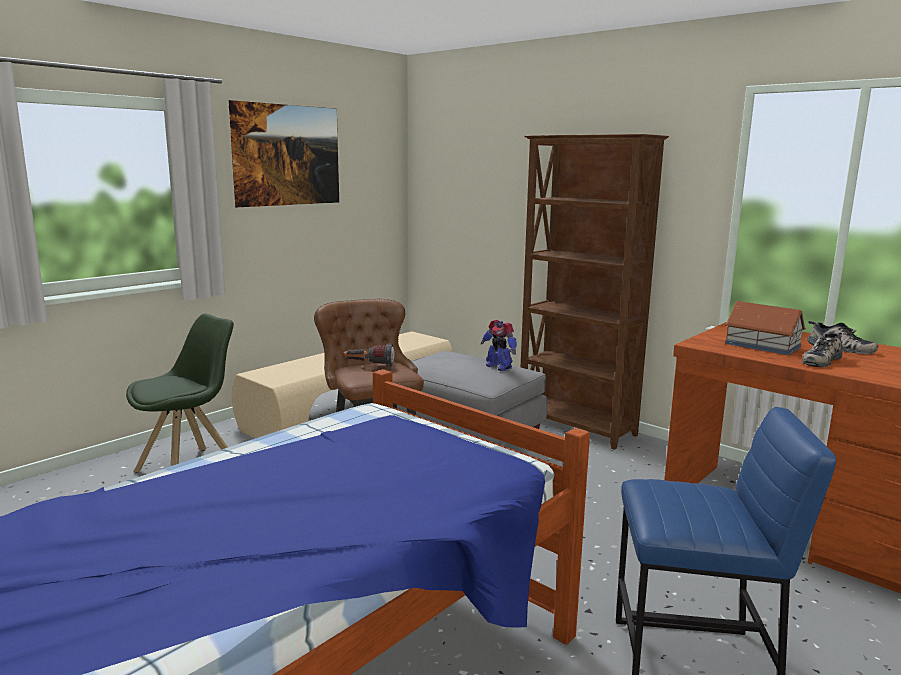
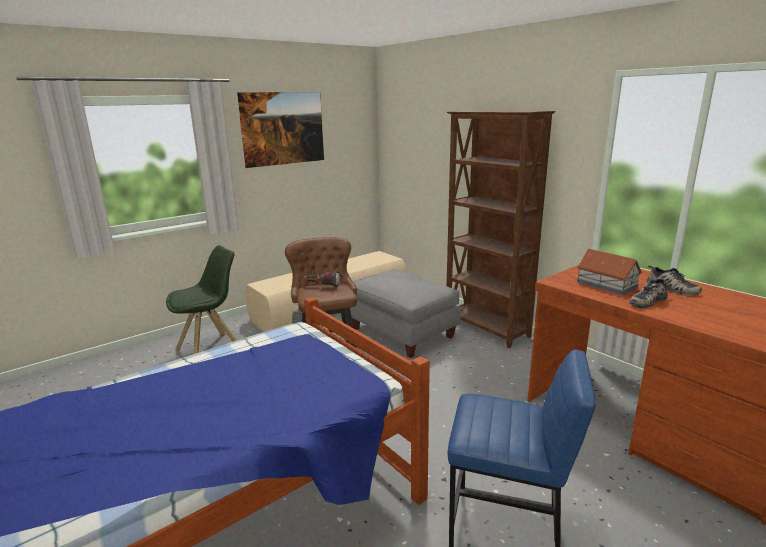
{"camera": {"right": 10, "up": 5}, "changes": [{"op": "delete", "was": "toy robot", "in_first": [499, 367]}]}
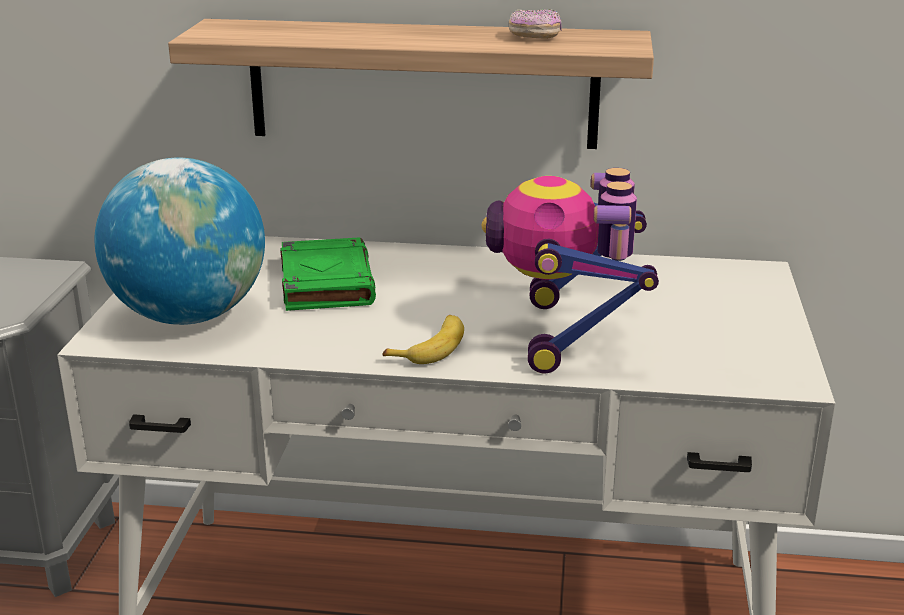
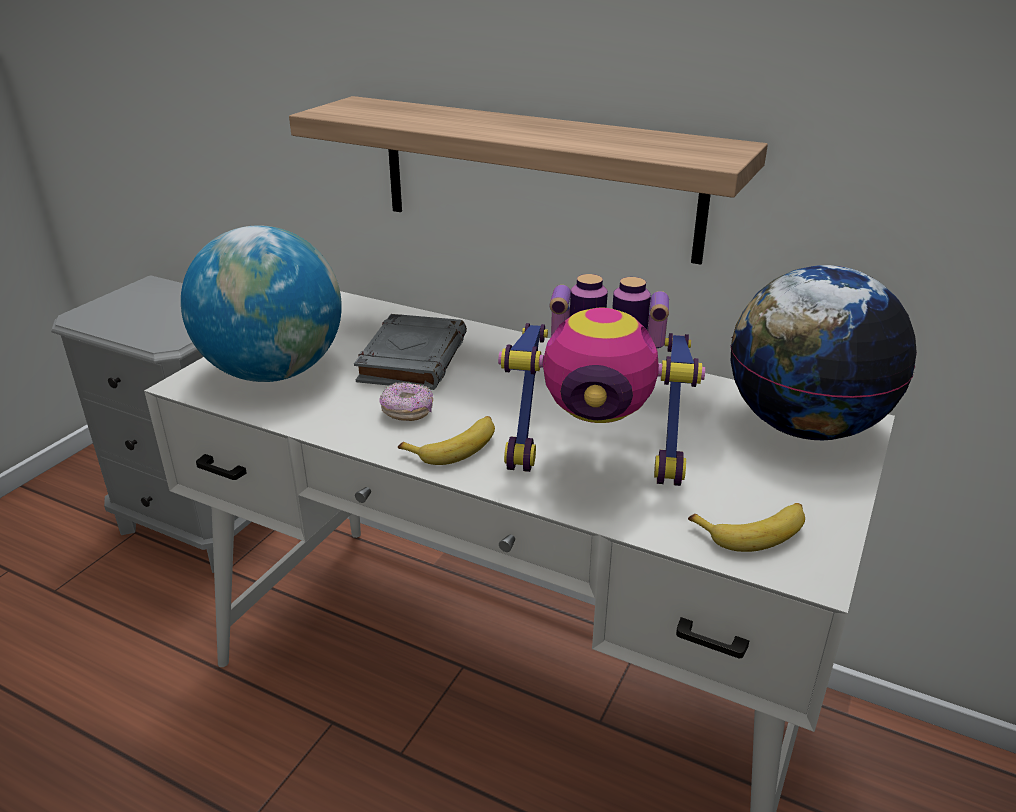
{"camera": {"right": 20, "up": 5}, "changes": [{"op": "recolor", "was": "volume/green-coloured", "now": "volume/greyish", "in_first": [326, 282], "in_second": [413, 359]}, {"op": "move", "was": "ring doughnut", "in_first": [534, 37], "in_second": [407, 412]}, {"op": "rotate", "was": "toy robot", "in_first": [567, 336], "in_second": [596, 460], "clockwise": -105}, {"op": "insert", "now": "whole banana", "in_second": [753, 531]}, {"op": "insert", "now": "desk globe", "in_second": [803, 426]}]}
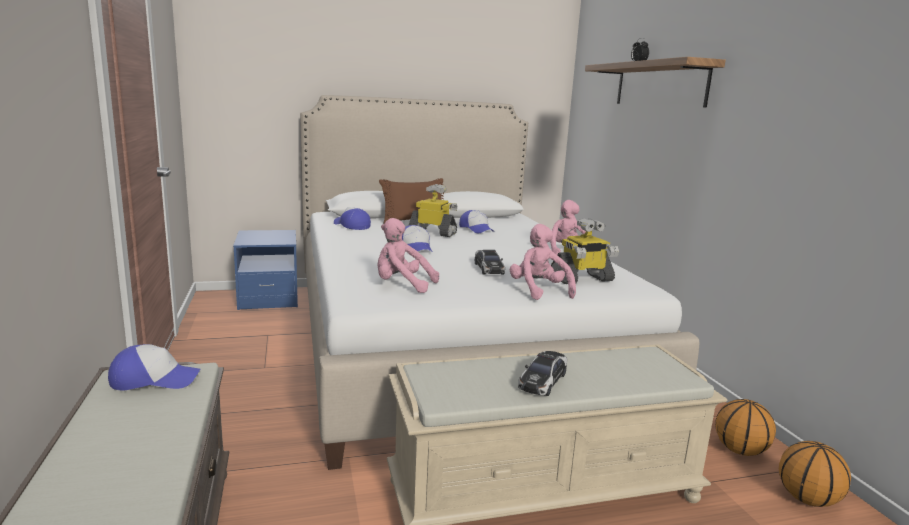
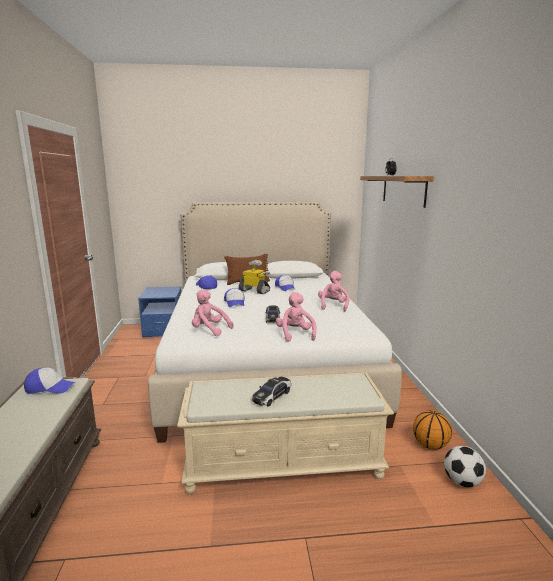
{"camera": {"right": 10, "up": 0}, "changes": [{"op": "replace", "was": "basketball", "now": "ball for football", "in_first": [807, 499], "in_second": [462, 482]}, {"op": "delete", "was": "toy robot", "in_first": [582, 279]}]}
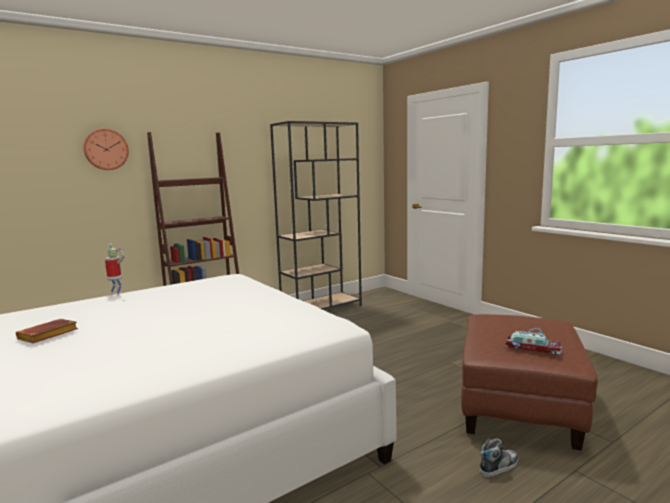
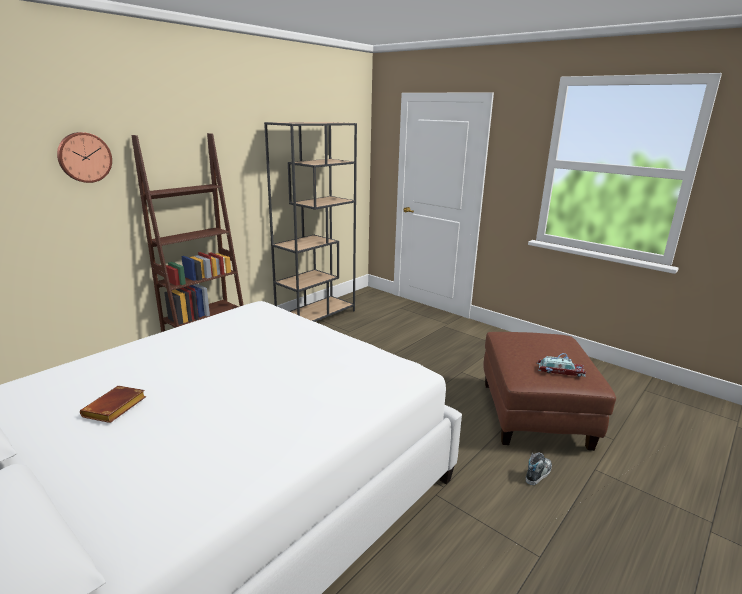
{"camera": {"right": -15, "up": 10}, "changes": [{"op": "delete", "was": "toy robot", "in_first": [117, 294]}]}
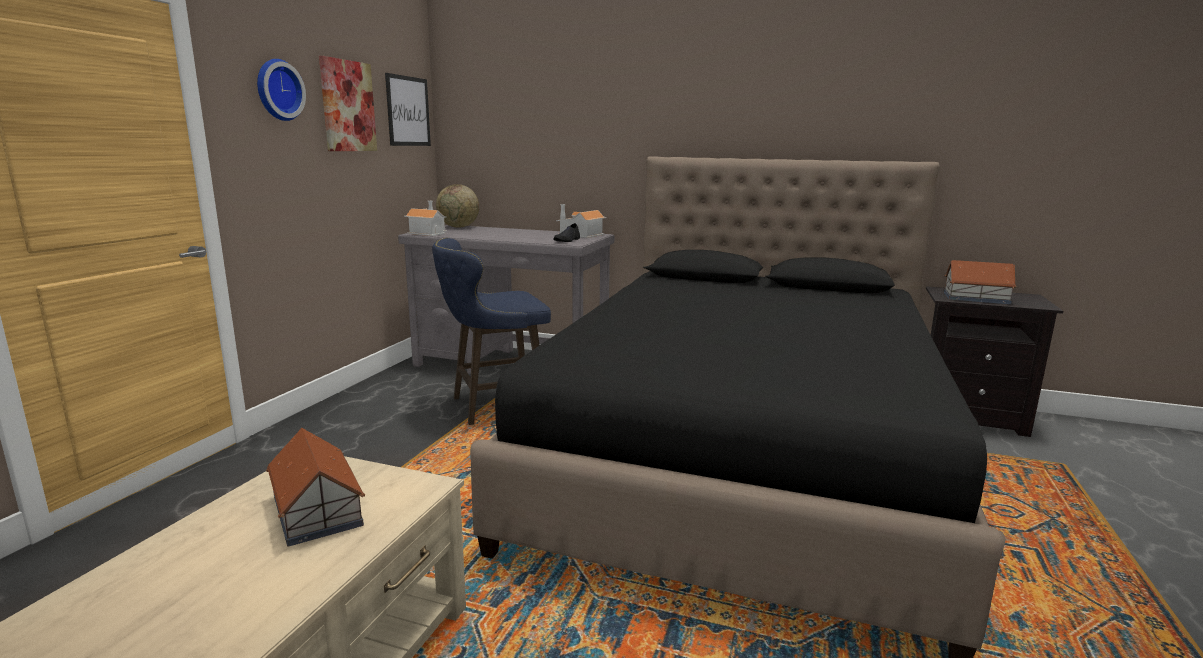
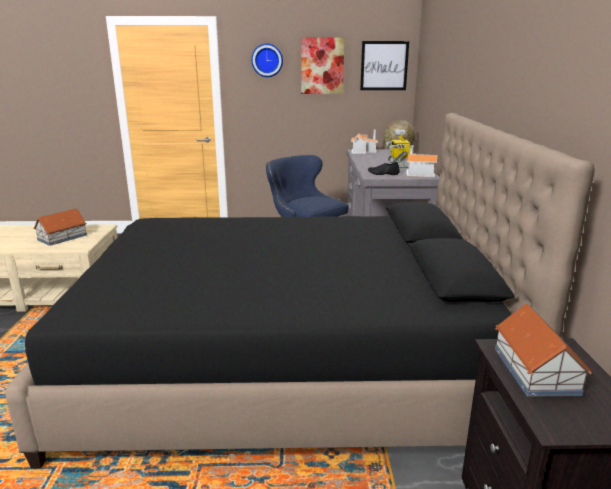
{"camera": {"right": 70, "up": 5}, "changes": [{"op": "insert", "now": "toy robot", "in_second": [399, 164]}]}
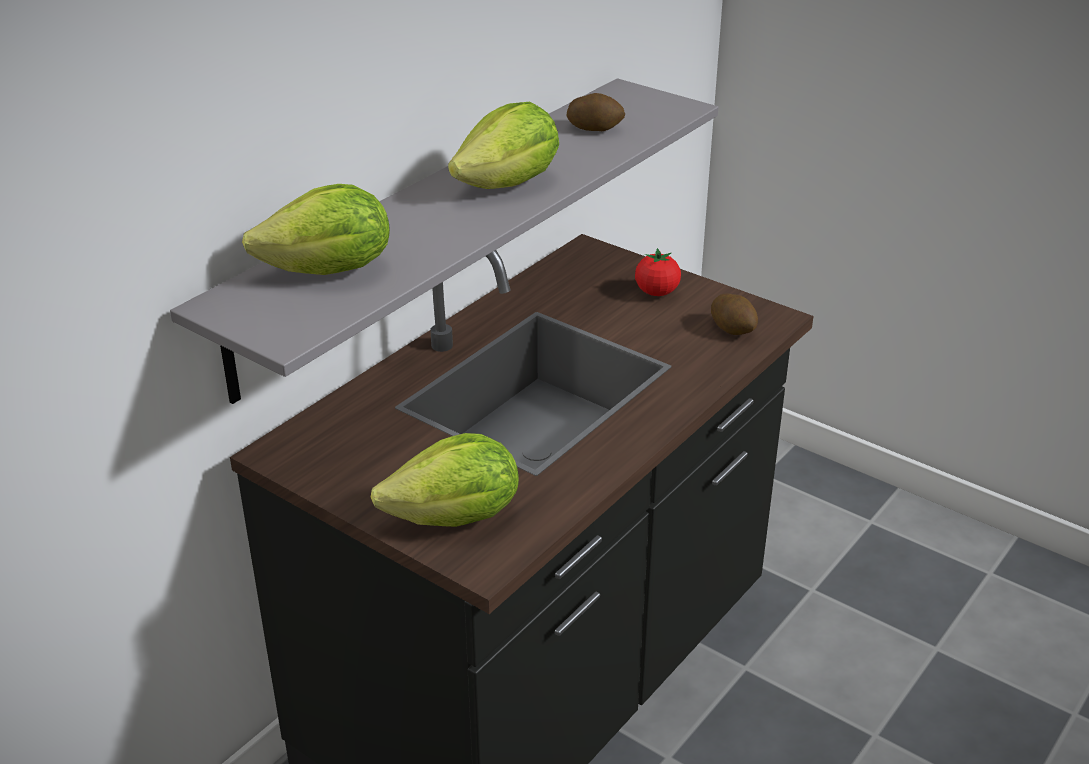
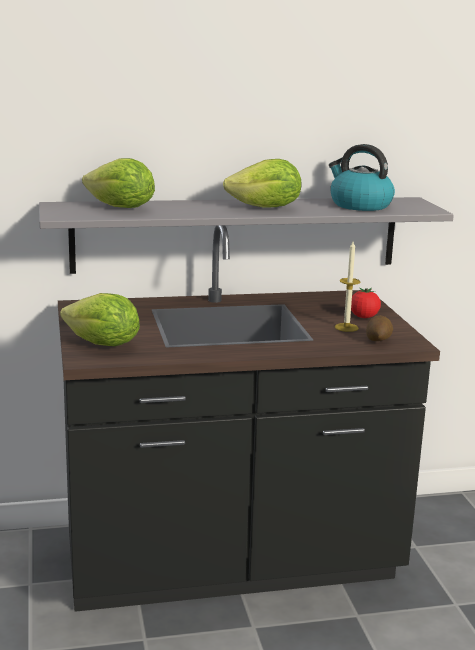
{"camera": {"right": 40, "up": -15}, "changes": [{"op": "replace", "was": "spud", "now": "water kettle", "in_first": [595, 128], "in_second": [359, 205]}, {"op": "insert", "now": "wax light", "in_second": [346, 327]}]}
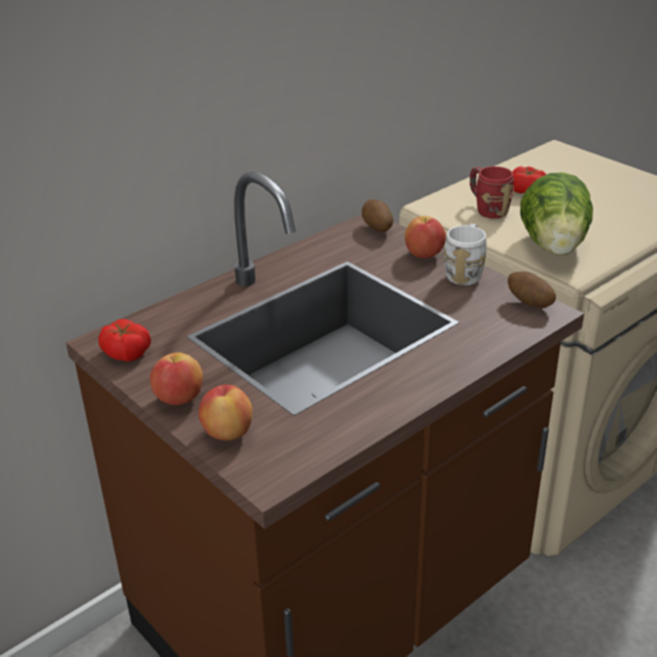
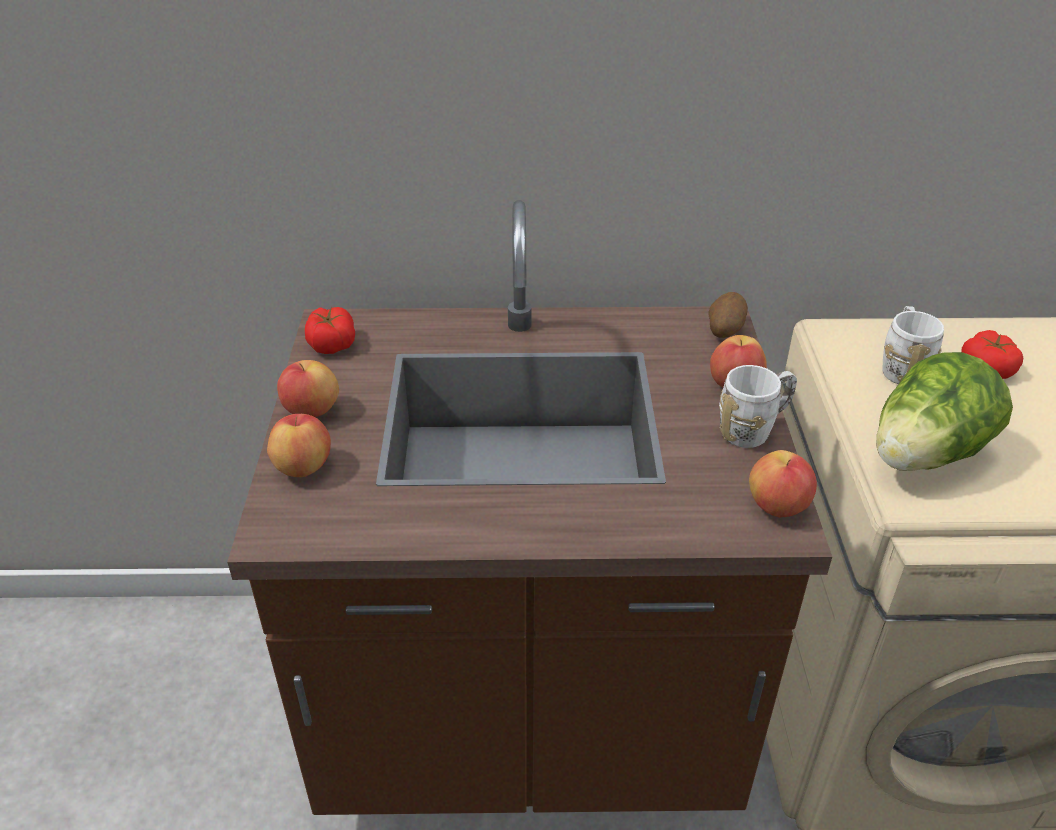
{"camera": {"right": 40, "up": 5}, "changes": [{"op": "replace", "was": "spud", "now": "whole apple", "in_first": [529, 303], "in_second": [777, 506]}, {"op": "recolor", "was": "mug/red-coloured", "now": "mug/whitish", "in_first": [487, 209], "in_second": [901, 367]}]}
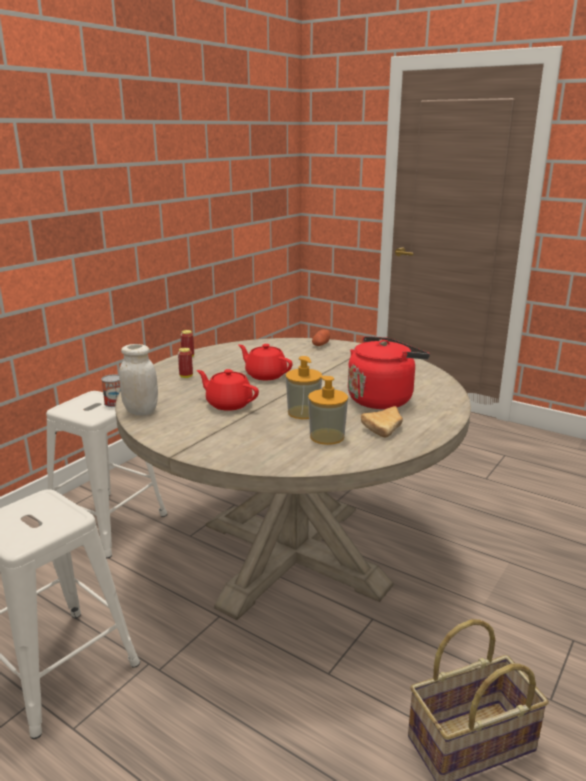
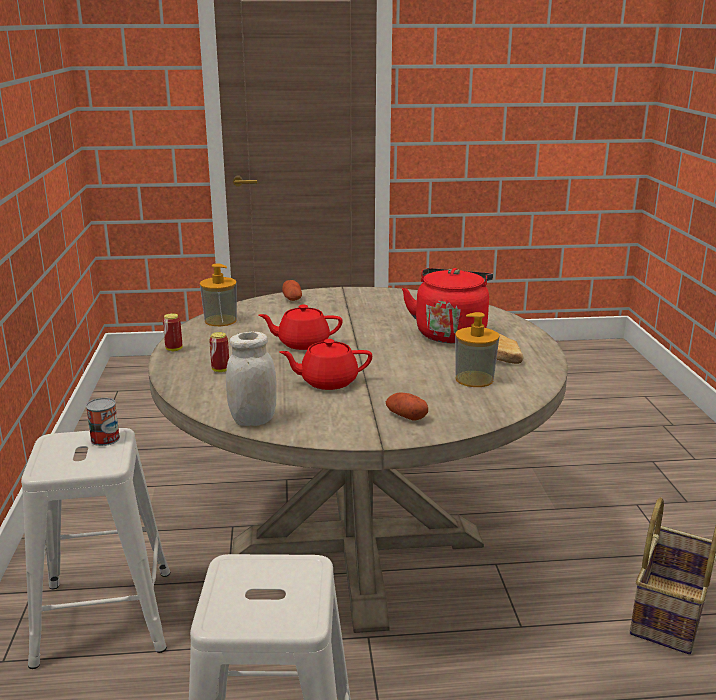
{"camera": {"right": -40, "up": 0}, "changes": [{"op": "move", "was": "liquid soap bottle", "in_first": [303, 412], "in_second": [220, 320]}, {"op": "insert", "now": "spud", "in_second": [406, 416]}]}
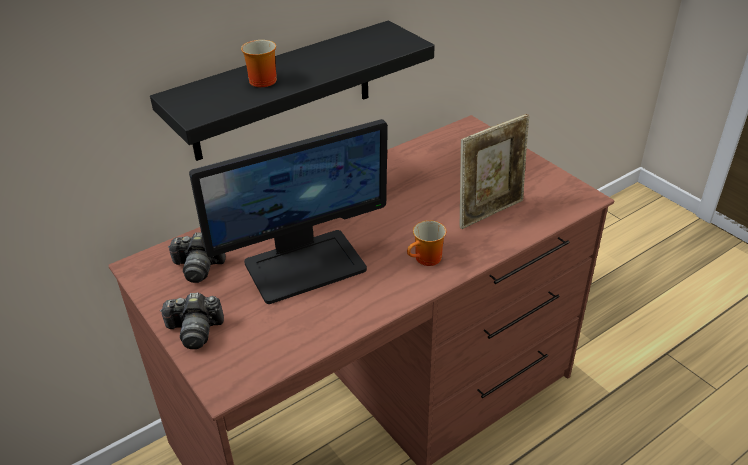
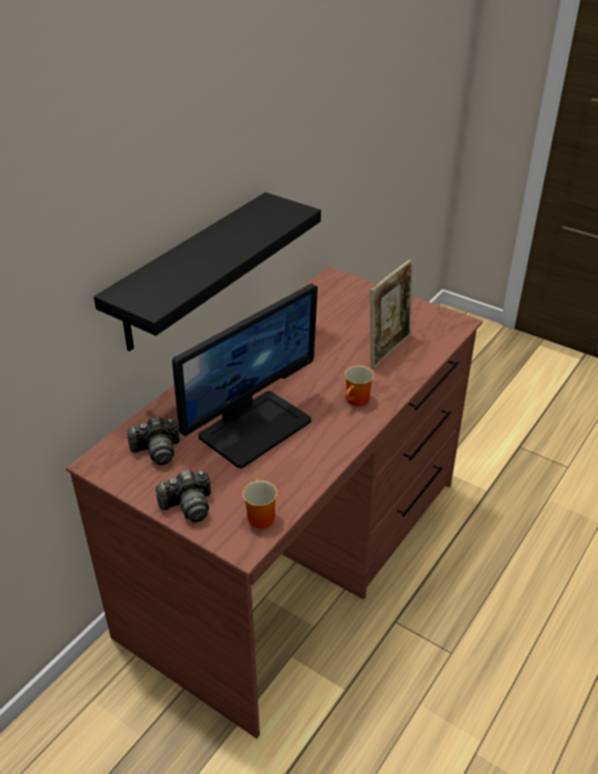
{"camera": {"right": -20, "up": 0}, "changes": [{"op": "move", "was": "mug", "in_first": [261, 79], "in_second": [258, 516]}]}
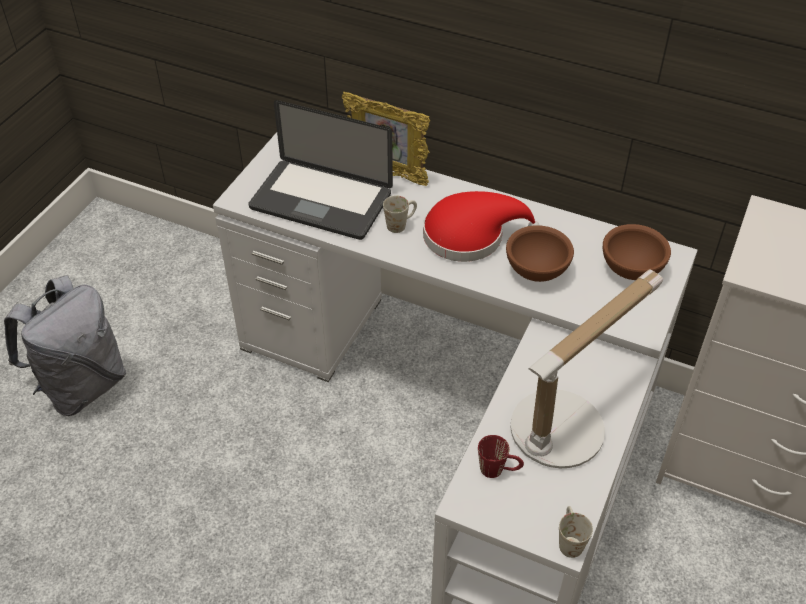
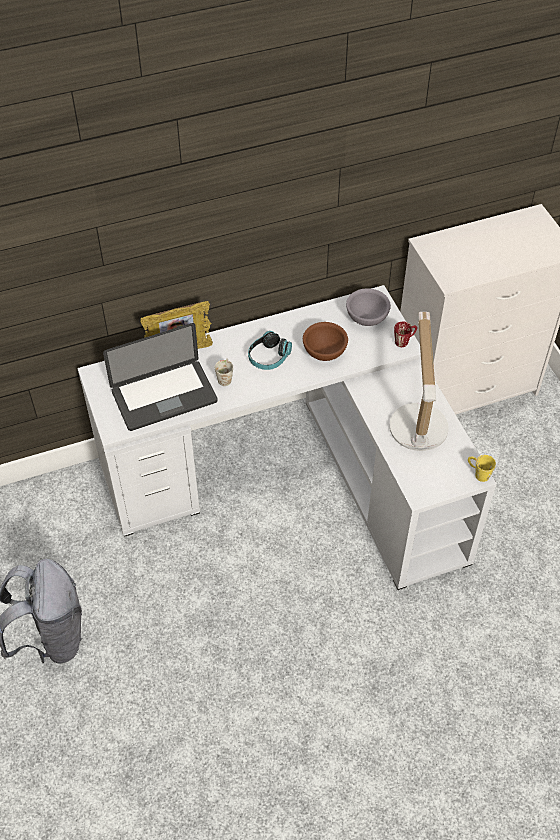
{"camera": {"right": -45, "up": 5}, "changes": [{"op": "replace", "was": "hat/red-coloured", "now": "headset", "in_first": [470, 235], "in_second": [269, 357]}, {"op": "recolor", "was": "deep dish/brown-coloured", "now": "deep dish/greyish", "in_first": [631, 268], "in_second": [366, 318]}, {"op": "move", "was": "mug/red-coloured", "in_first": [499, 470], "in_second": [404, 340]}, {"op": "recolor", "was": "mug/whitish", "now": "mug/yellow", "in_first": [569, 539], "in_second": [478, 473]}]}
